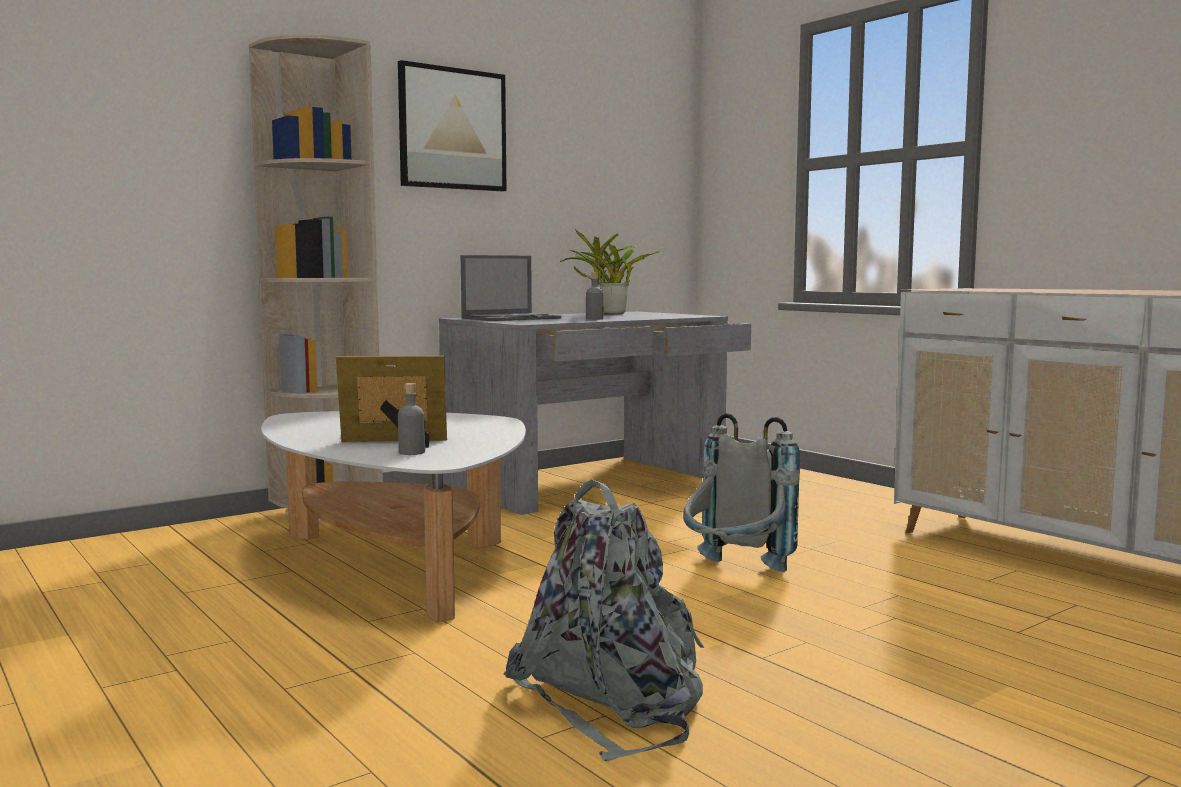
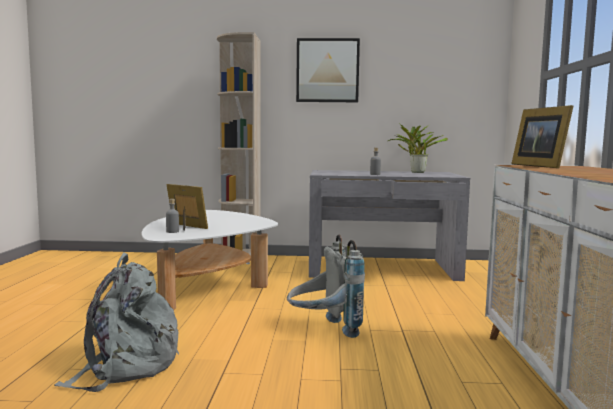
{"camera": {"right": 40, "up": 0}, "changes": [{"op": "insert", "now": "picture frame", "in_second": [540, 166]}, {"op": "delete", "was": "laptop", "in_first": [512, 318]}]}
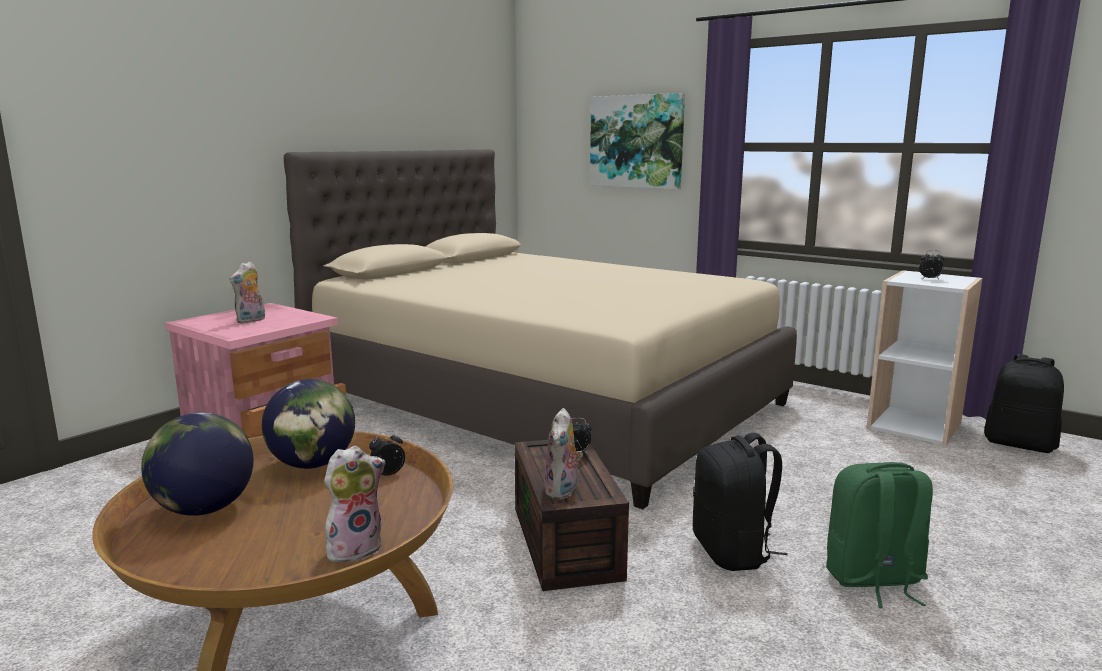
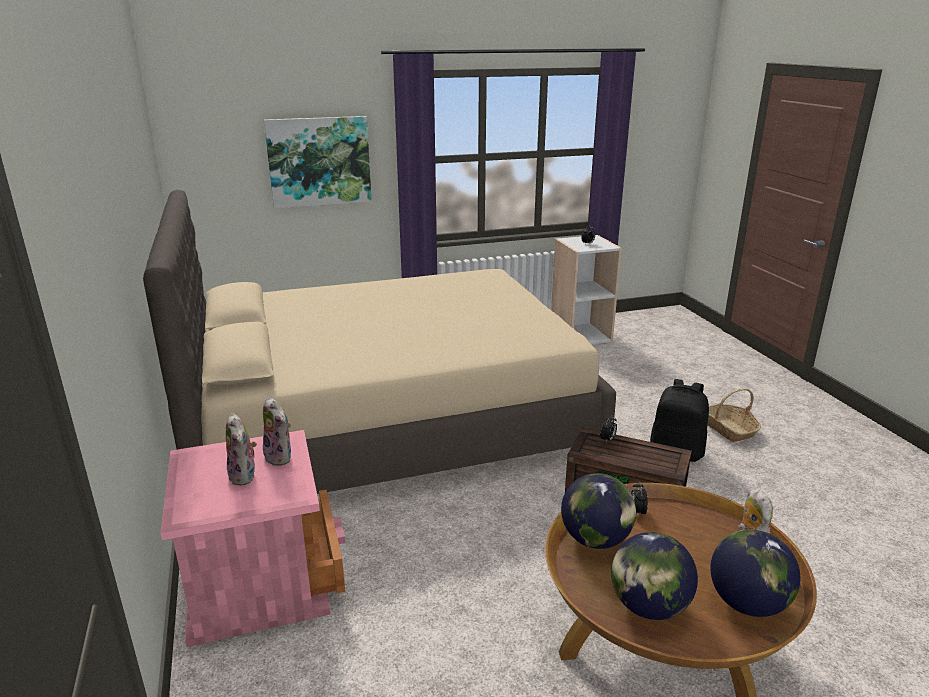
{"camera": {"right": -55, "up": 10}, "changes": [{"op": "move", "was": "soft toy", "in_first": [563, 491], "in_second": [281, 457]}, {"op": "replace", "was": "backpack/green-coloured", "now": "household basket", "in_first": [874, 580], "in_second": [729, 429]}, {"op": "insert", "now": "desk globe", "in_second": [747, 603]}, {"op": "delete", "was": "backpack/blackish", "in_first": [1020, 444]}]}
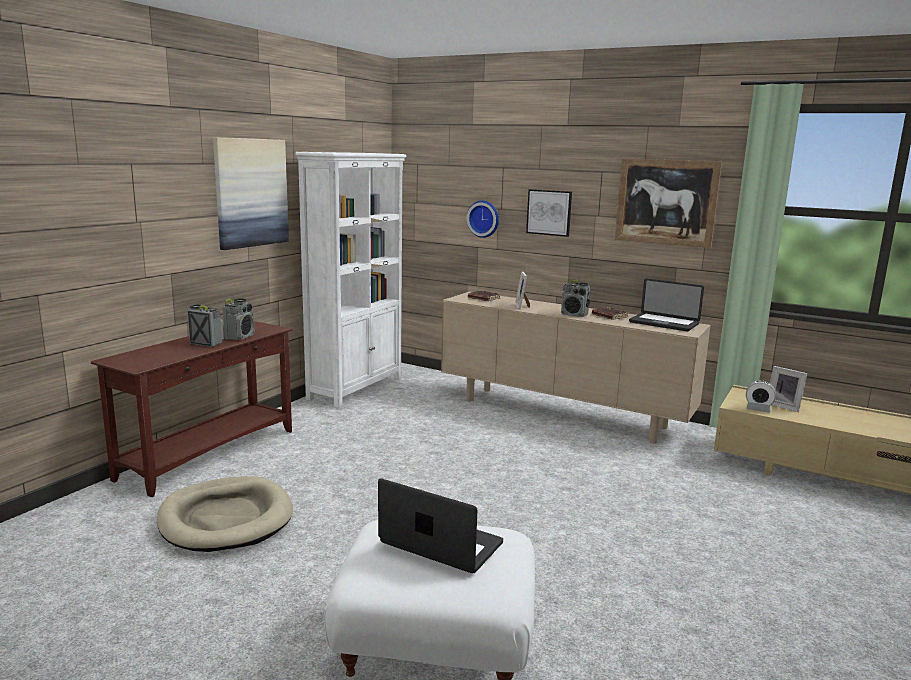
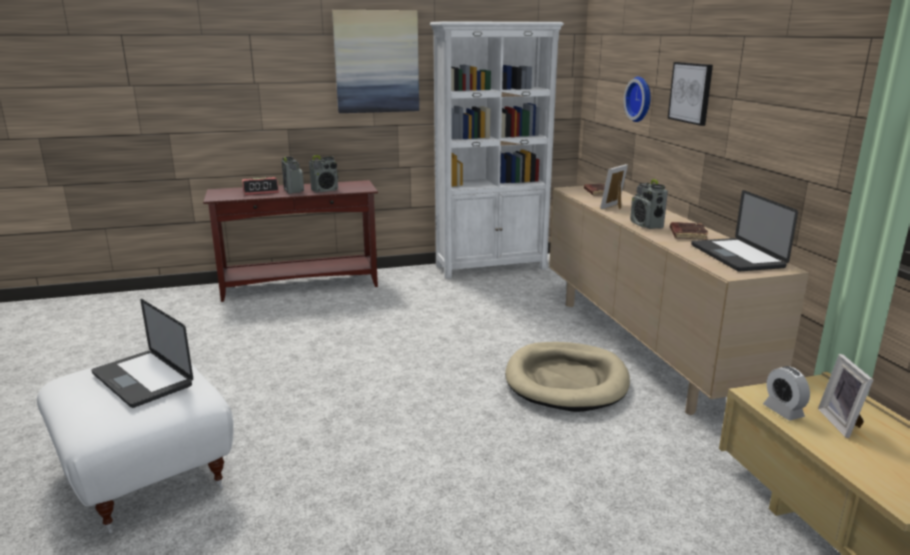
{"camera": {"right": 45, "up": 5}, "changes": [{"op": "rotate", "was": "laptop", "in_first": [441, 543], "in_second": [142, 380], "clockwise": 150}, {"op": "insert", "now": "table clock", "in_second": [261, 191]}, {"op": "move", "was": "pet bed/beige", "in_first": [226, 519], "in_second": [566, 381]}, {"op": "delete", "was": "wall art", "in_first": [666, 202]}]}
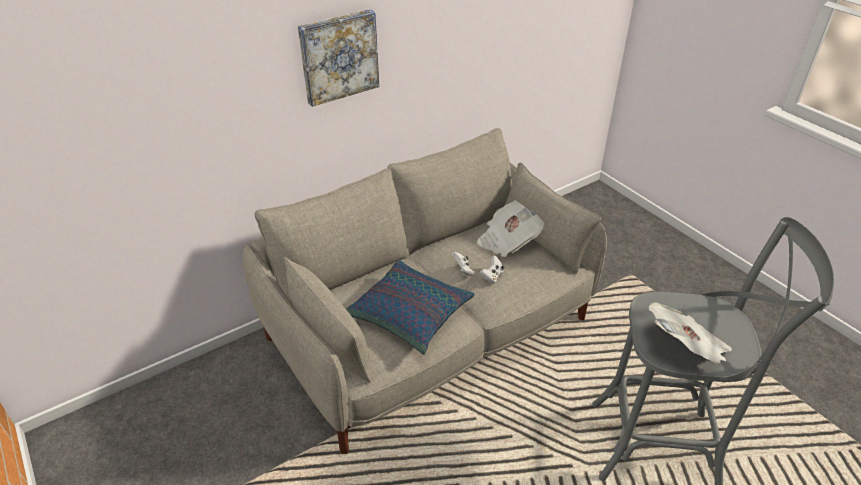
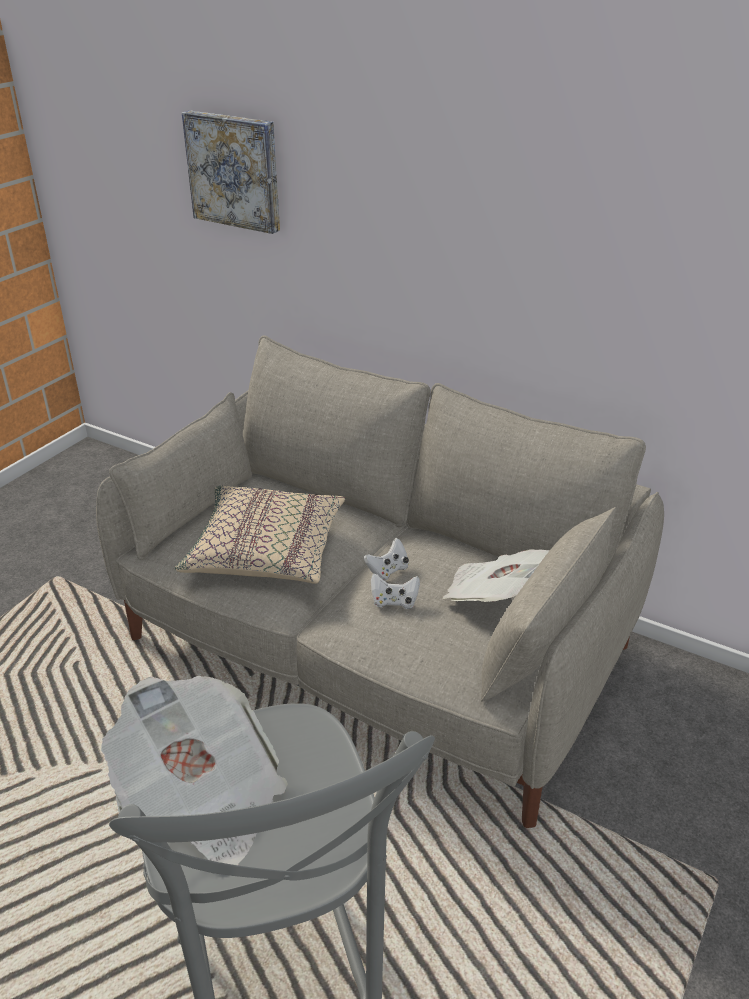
{"camera": {"right": 65, "up": -5}, "changes": [{"op": "recolor", "was": "throw pillow/blue", "now": "throw pillow/beige", "in_first": [410, 314], "in_second": [266, 550]}, {"op": "move", "was": "wall art", "in_first": [338, 56], "in_second": [235, 170]}]}
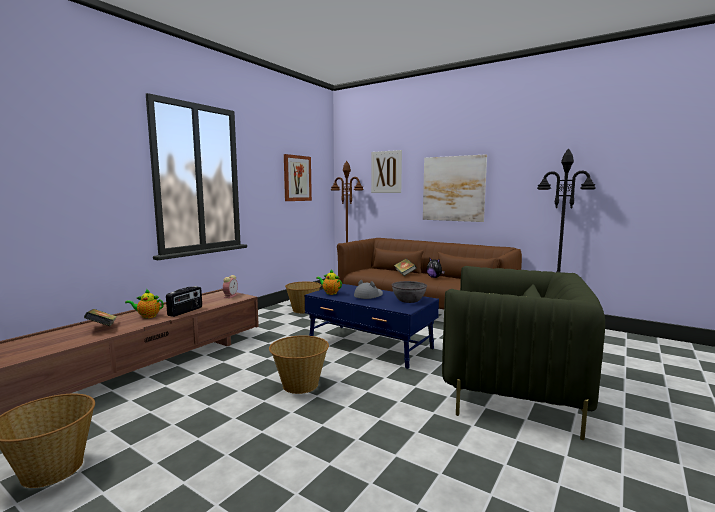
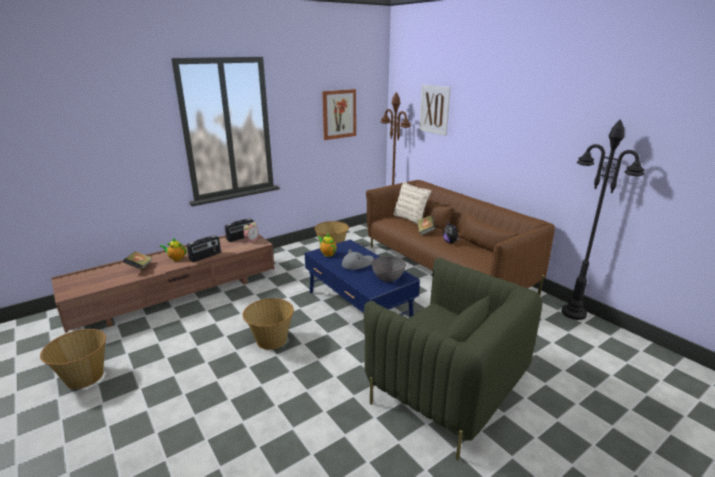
{"camera": {"right": 20, "up": 15}, "changes": [{"op": "insert", "now": "radio set", "in_second": [241, 237]}, {"op": "insert", "now": "throw pillow/beige", "in_second": [410, 219]}, {"op": "delete", "was": "wall art", "in_first": [453, 188]}]}
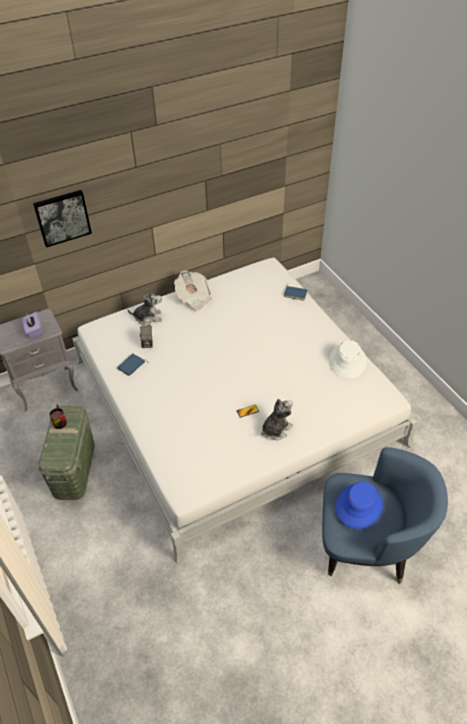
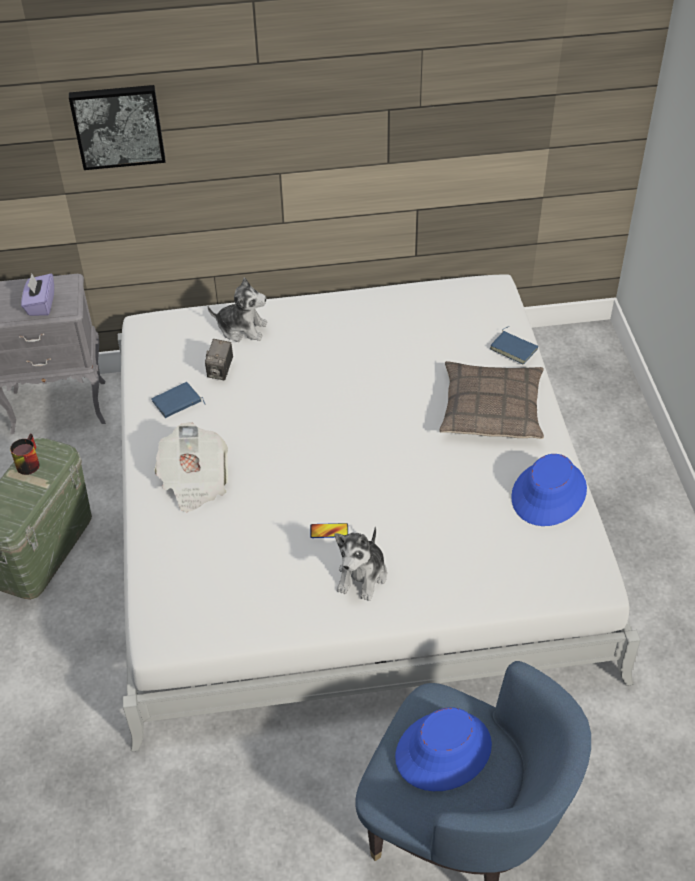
{"camera": {"right": 20, "up": 0}, "changes": [{"op": "move", "was": "printed paper", "in_first": [193, 298], "in_second": [194, 481]}, {"op": "rotate", "was": "soft toy", "in_first": [276, 429], "in_second": [362, 576], "clockwise": 135}, {"op": "insert", "now": "throw pillow", "in_second": [491, 409]}, {"op": "recolor", "was": "hat/whitish", "now": "hat/blue", "in_first": [347, 361], "in_second": [549, 494]}]}
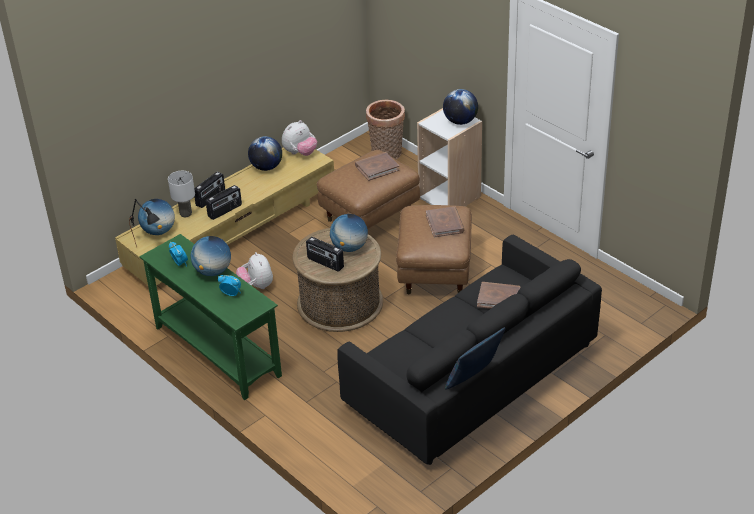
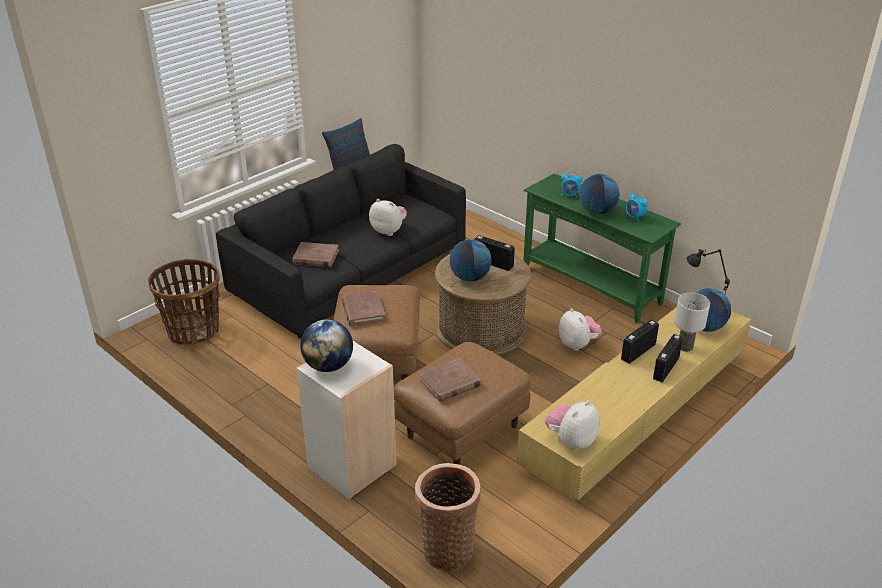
{"camera": {"right": 175, "up": -5}, "changes": [{"op": "insert", "now": "household basket", "in_second": [193, 331]}, {"op": "insert", "now": "soft toy", "in_second": [389, 231]}, {"op": "delete", "was": "desk globe", "in_first": [266, 167]}]}
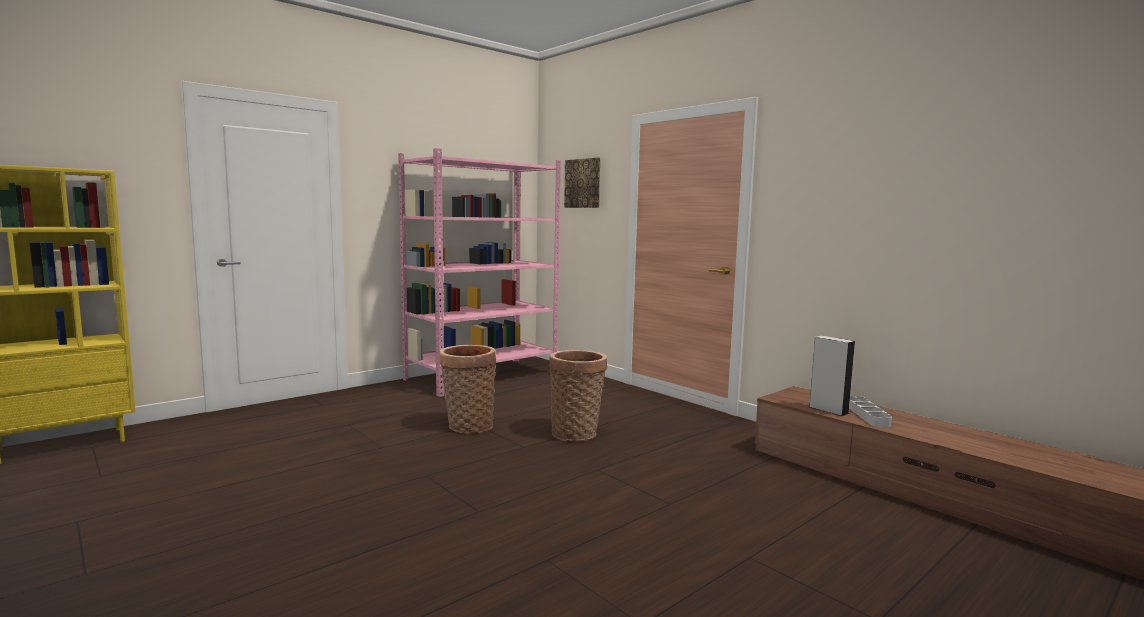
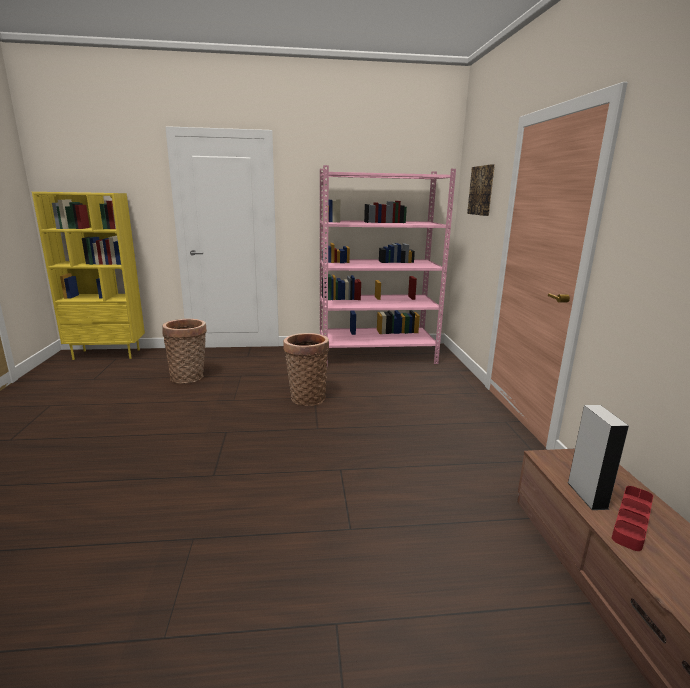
{"camera": {"right": 35, "up": 10}, "changes": [{"op": "move", "was": "household basket", "in_first": [576, 433], "in_second": [189, 377]}, {"op": "recolor", "was": "serving tray/greyish", "now": "serving tray/red-coloured", "in_first": [867, 415], "in_second": [632, 520]}]}
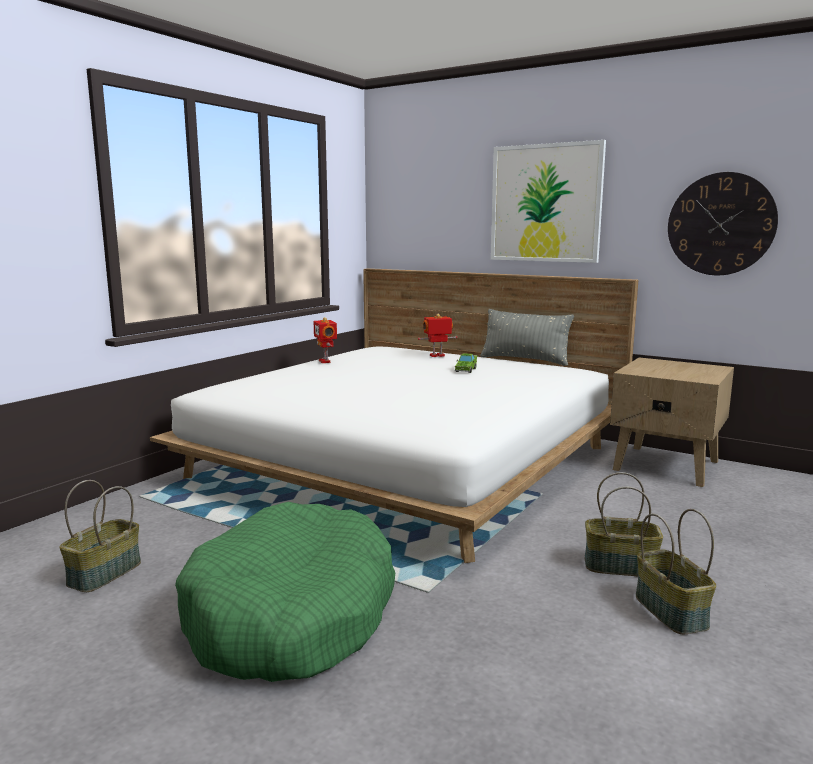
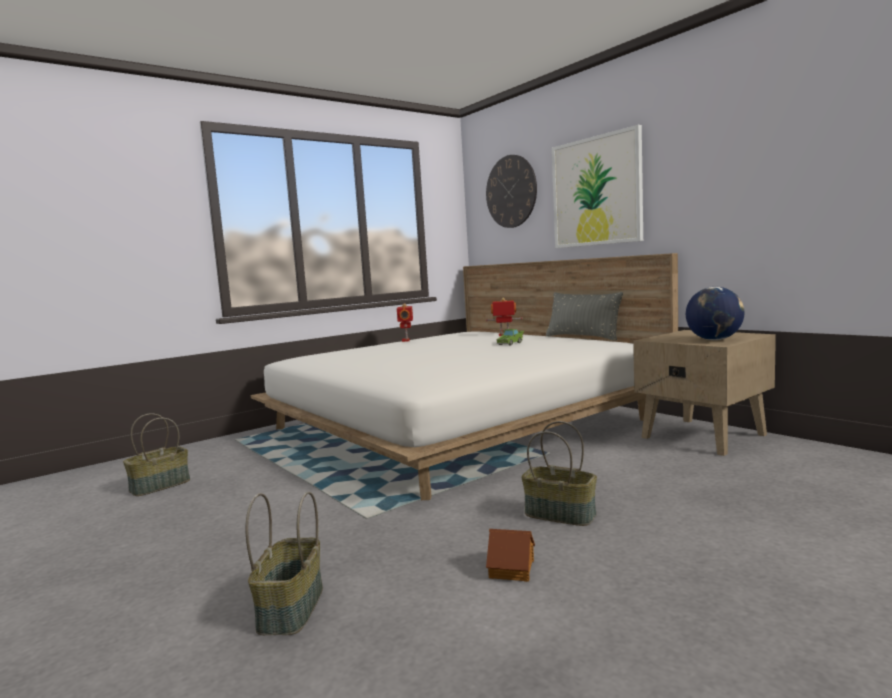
{"camera": {"right": 20, "up": -5}, "changes": [{"op": "move", "was": "household basket", "in_first": [672, 611], "in_second": [292, 609]}, {"op": "move", "was": "clock on the wall", "in_first": [721, 224], "in_second": [511, 191]}, {"op": "insert", "now": "miniature house", "in_second": [512, 568]}, {"op": "insert", "now": "desk globe", "in_second": [714, 340]}, {"op": "delete", "was": "pet bed/green-coloured", "in_first": [291, 615]}]}
